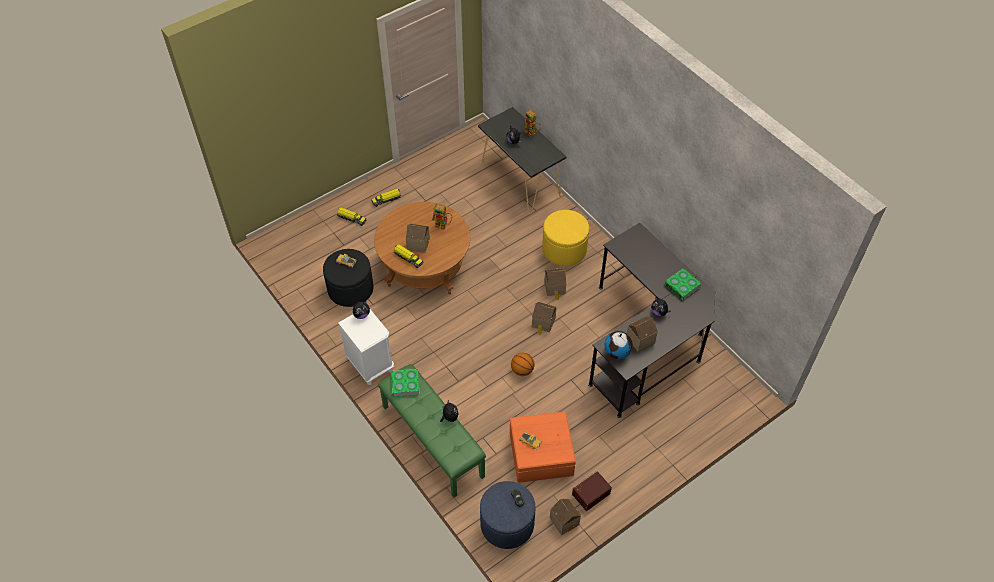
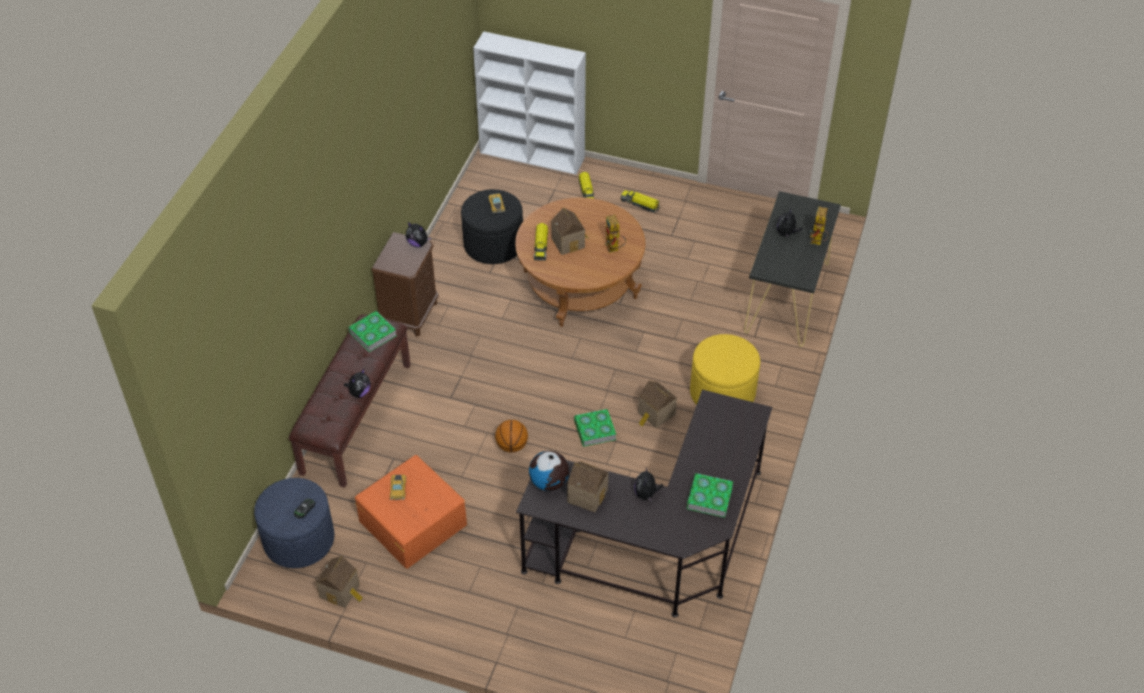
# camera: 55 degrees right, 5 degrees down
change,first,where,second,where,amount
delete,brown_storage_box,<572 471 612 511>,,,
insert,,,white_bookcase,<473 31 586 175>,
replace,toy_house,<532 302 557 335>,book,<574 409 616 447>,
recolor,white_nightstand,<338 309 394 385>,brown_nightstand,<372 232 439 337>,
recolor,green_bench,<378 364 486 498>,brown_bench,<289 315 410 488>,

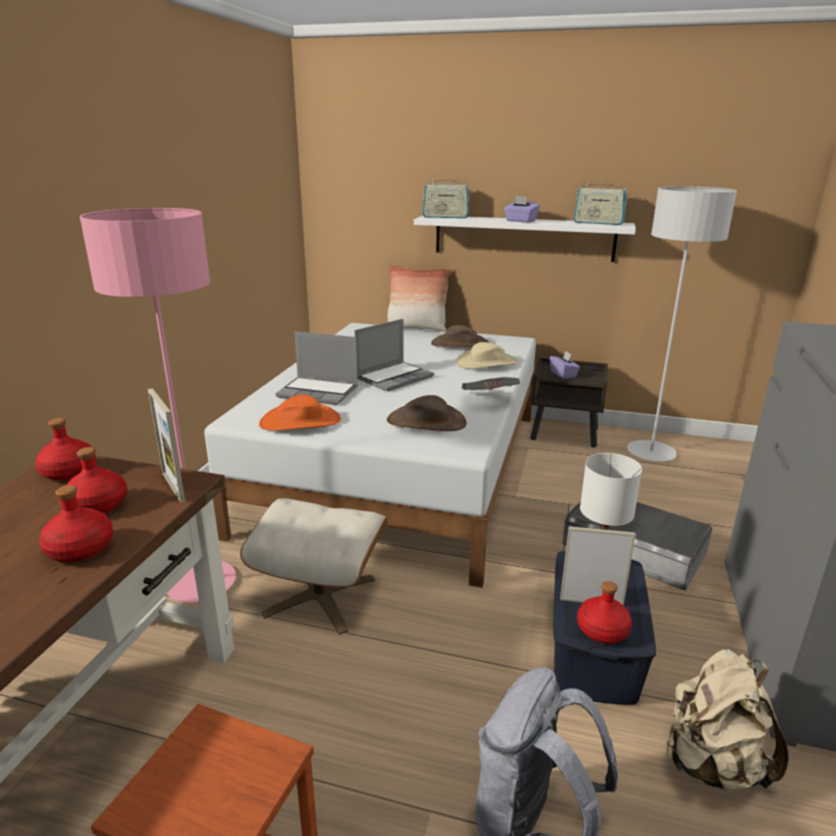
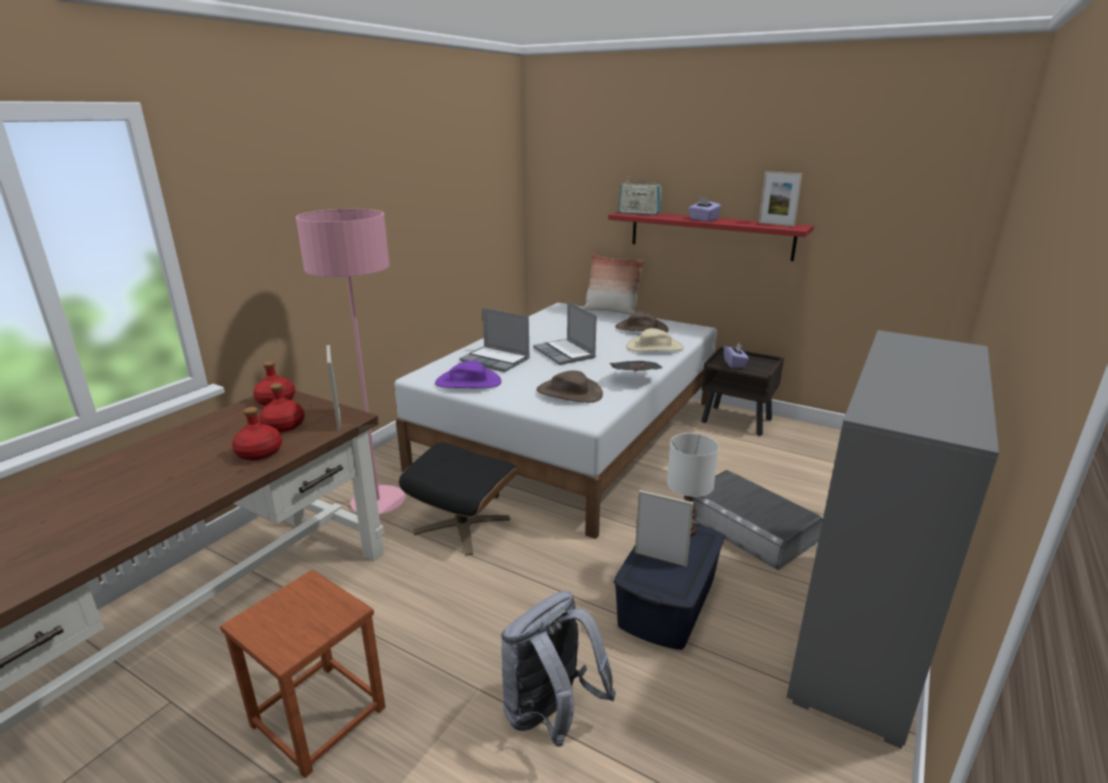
# camera: 15 degrees right, 0 degrees up
change,first,where,second,where,amount
delete,red_bottle,<577 581 632 644>,,,
delete,grey_floor_lamp,<627 186 737 462>,,,
delete,beige_backpack,<665 649 789 793>,,,
replace,radio,<573 179 628 225>,picture_frame,<759 171 803 227>,
recolor,beige_ottoman,<240 498 388 635>,black_ottoman,<398 443 519 556>,
recolor,orange_hat,<259 394 341 431>,purple_hat,<435 360 501 388>,
recolor,white_shelf,<414 216 636 262>,red_shelf,<608 212 814 261>,
rotate,laptop,<354 319 434 392>,,<533 302 597 365>,90 degrees clockwise

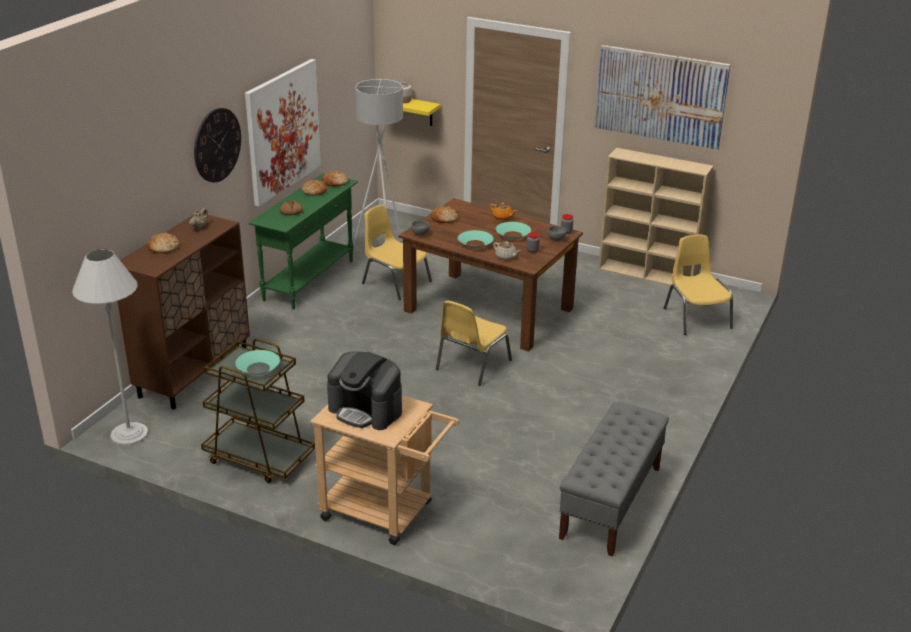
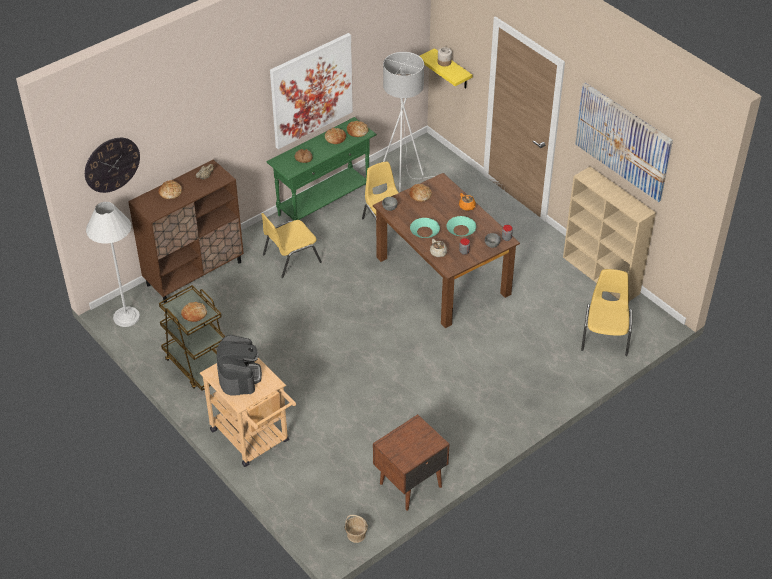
# camera: 25 degrees right, 15 degrees up
change,first,where,second,where,amount
insert,,,basket,<345 515 368 543>,
move,wall_clock,<194 108 241 182>,,<85 138 140 193>,
move,yellow_chair,<436 301 512 386>,,<261 213 322 278>,
replace,turquoise_bowl,<235 350 280 375>,bread,<181 302 207 322>,
replace,grey_bench,<559 402 669 557>,brown_nightstand,<373 414 450 511>,
rotate,coffee_machine,<327 351 402 430>,,<217 335 262 396>,150 degrees counterclockwise

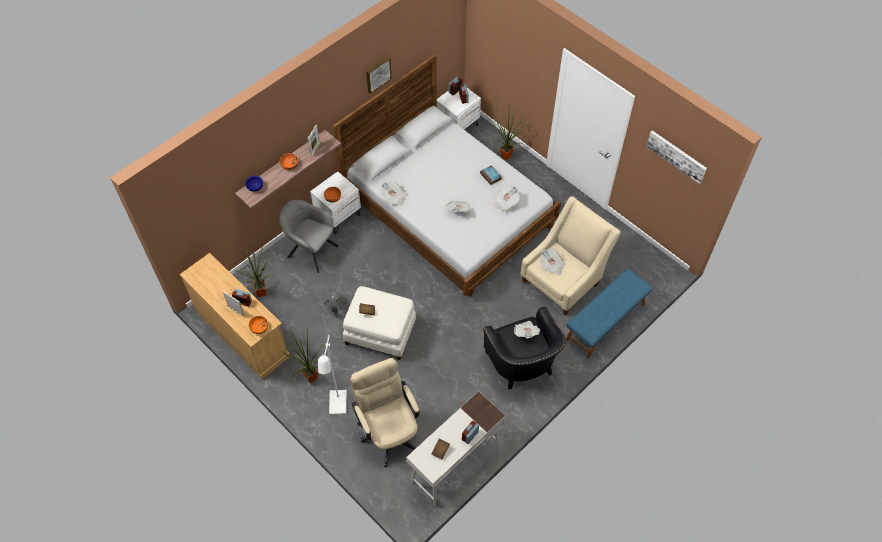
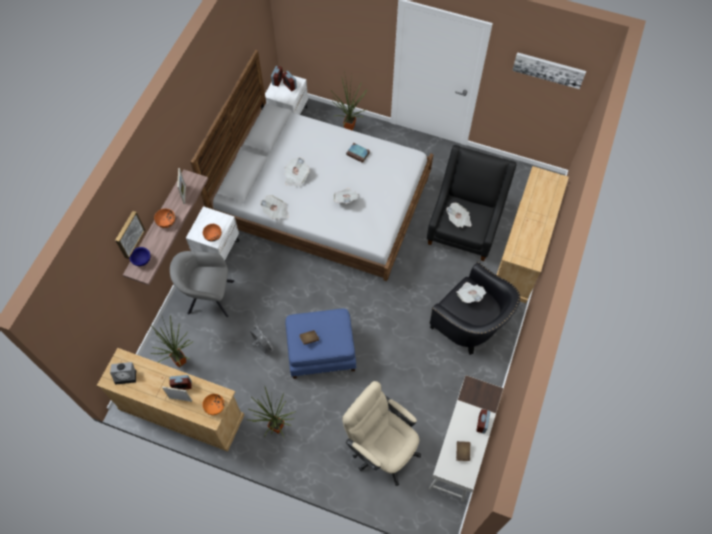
# camera: 25 degrees left, 5 degrees up
change,first,where,second,where,amount
delete,white_floor_lamp,<318 335 347 415>,,,
insert,,,alarm_clock,<110 362 136 385>,
move,picture,<366 57 392 94>,,<115 211 145 259>,
move,newspaper,<493 185 520 212>,,<284 157 310 186>,
replace,blue_bench,<566 268 653 359>,beige_dresser,<497 166 569 303>,
recolor,white_ottoman,<343 286 416 360>,blue_ottoman,<285 308 357 379>,
recolor,beige_armchair,<521 196 621 316>,black_armchair,<427 145 516 261>,

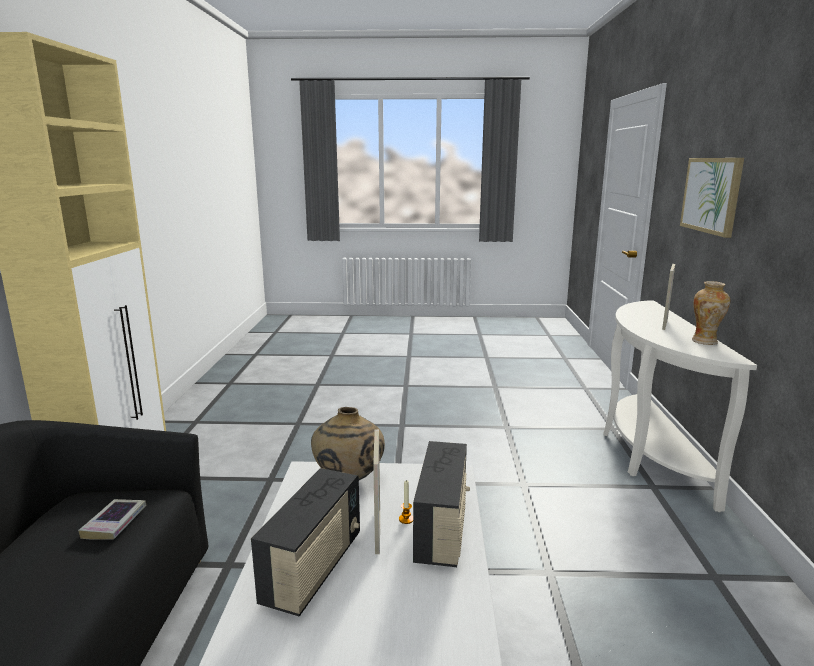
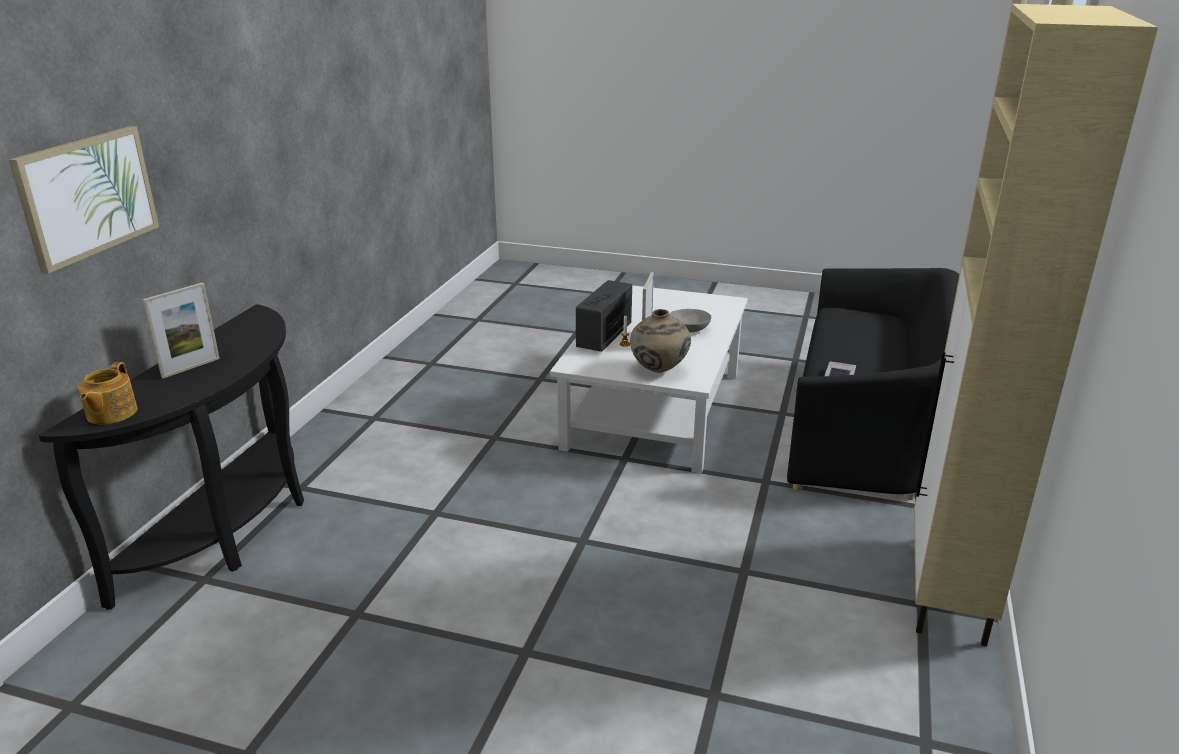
# camera: 165 degrees left, 10 degrees up
change,first,where,second,where,amount
delete,vase,<692 281 730 345>,,,
insert,,,teapot,<78 362 138 424>,
replace,radio,<251 468 360 617>,grey_bowl,<669 309 712 332>,
recolor,white_console_table,<604 300 757 512>,black_console_table,<39 304 304 610>,

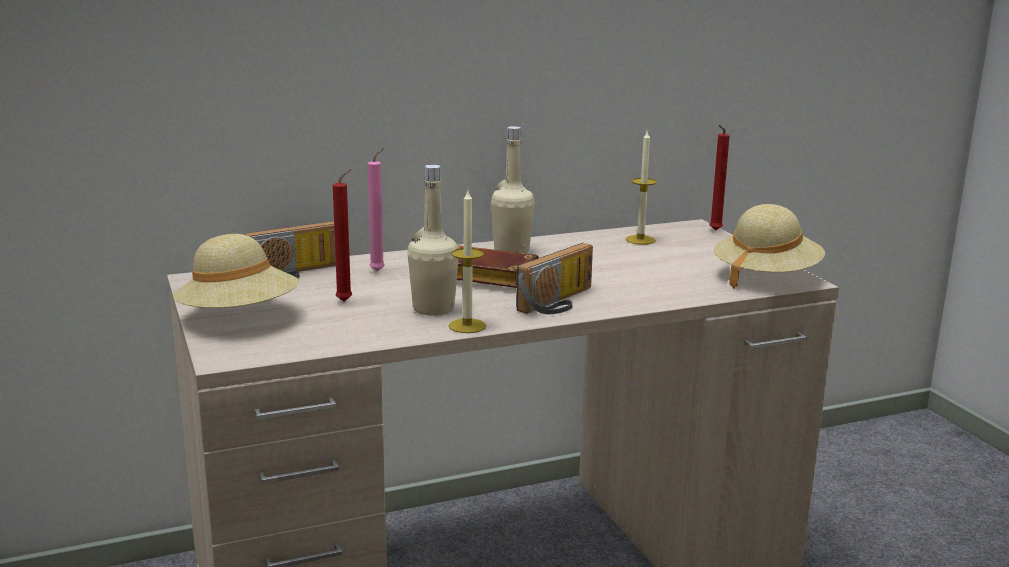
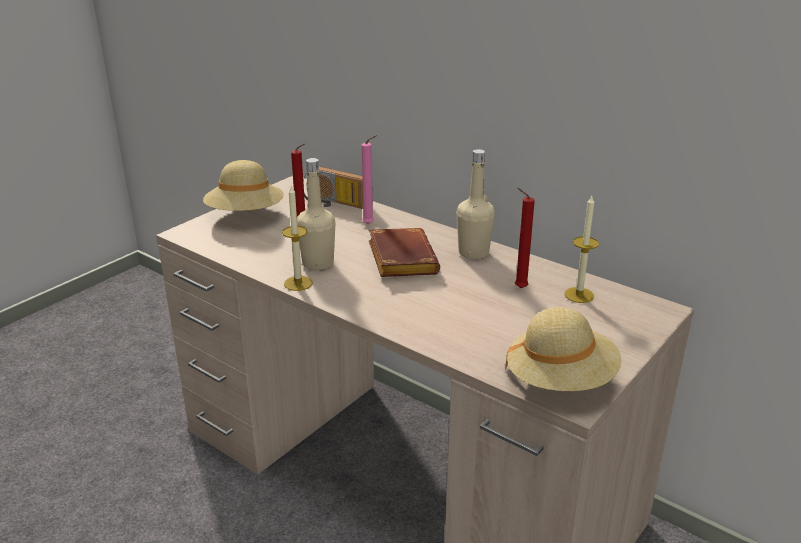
# camera: 60 degrees right, 10 degrees up
change,first,where,second,where,amount
delete,radio,<516 243 593 314>,,,
move,red_candle,<709 125 730 231>,,<515 188 535 288>,

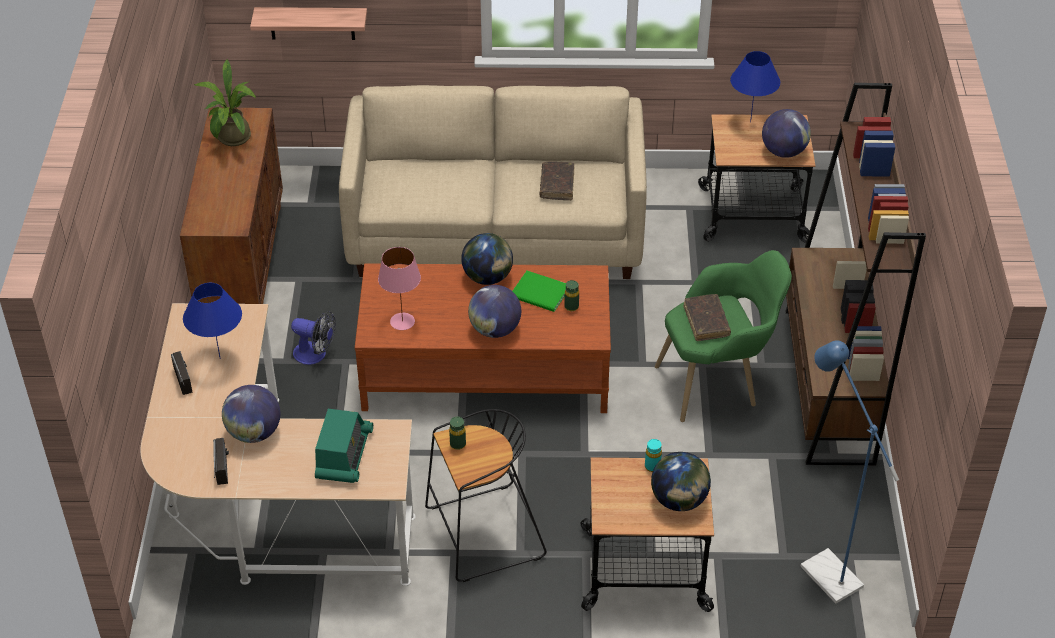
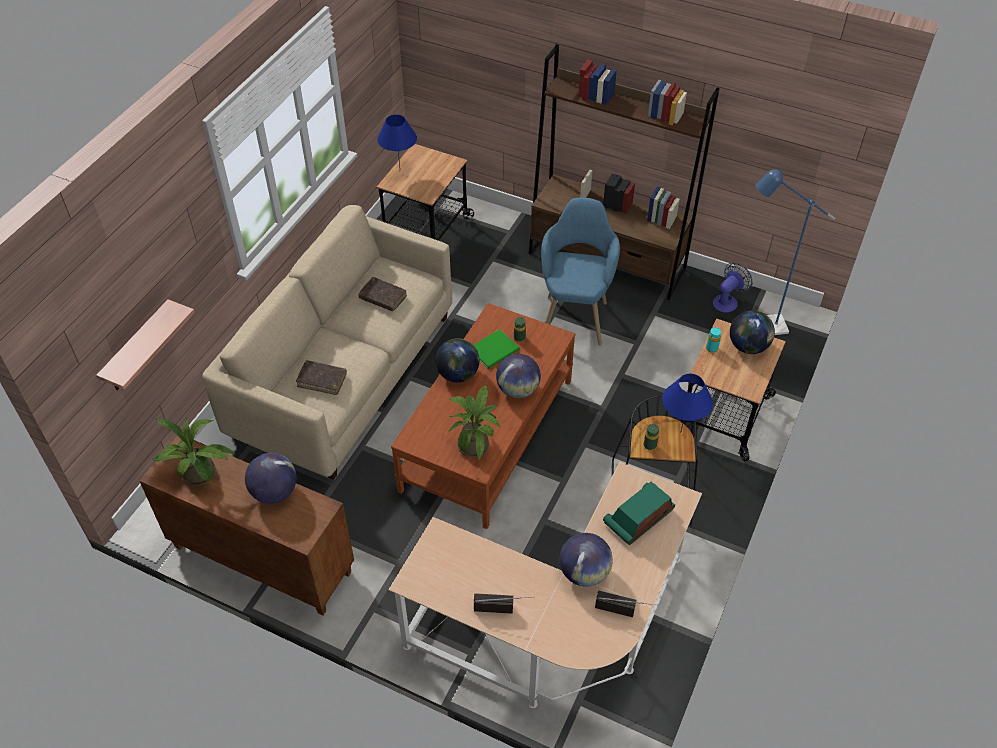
# camera: 65 degrees left, 5 degrees up
change,first,where,second,where,amount
move,blue_table_lamp,<183 283 242 359>,,<662 374 713 433>,
move,fan,<291 311 336 365>,,<713 263 753 313>,
move,brown_book,<684 294 731 341>,,<296 360 347 395>,
move,globe,<762 109 811 158>,,<245 453 296 504>,
replace,pink_table_lamp,<378 247 421 330>,potted_plant,<448 385 501 461>,
recolor,green_armchair,<655 250 792 422>,blue_armchair,<541 197 620 346>,
rotate,radio,<315 409 373 483>,,<603 481 675 545>,75 degrees counterclockwise

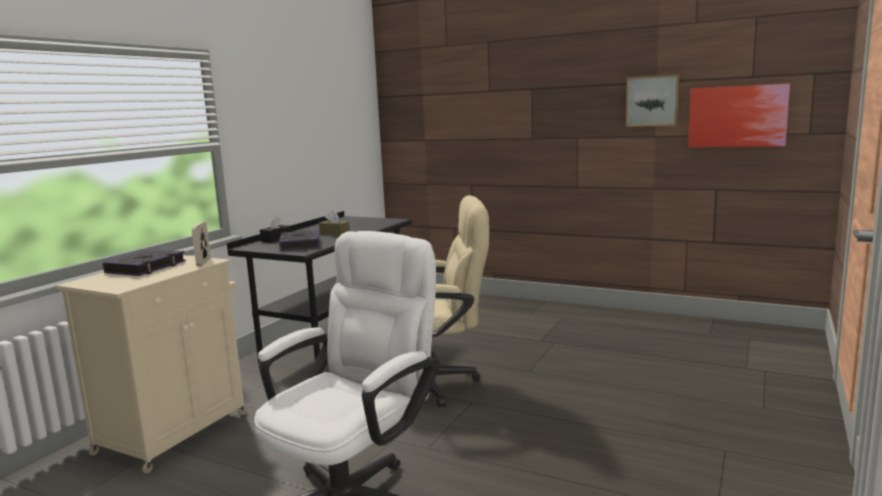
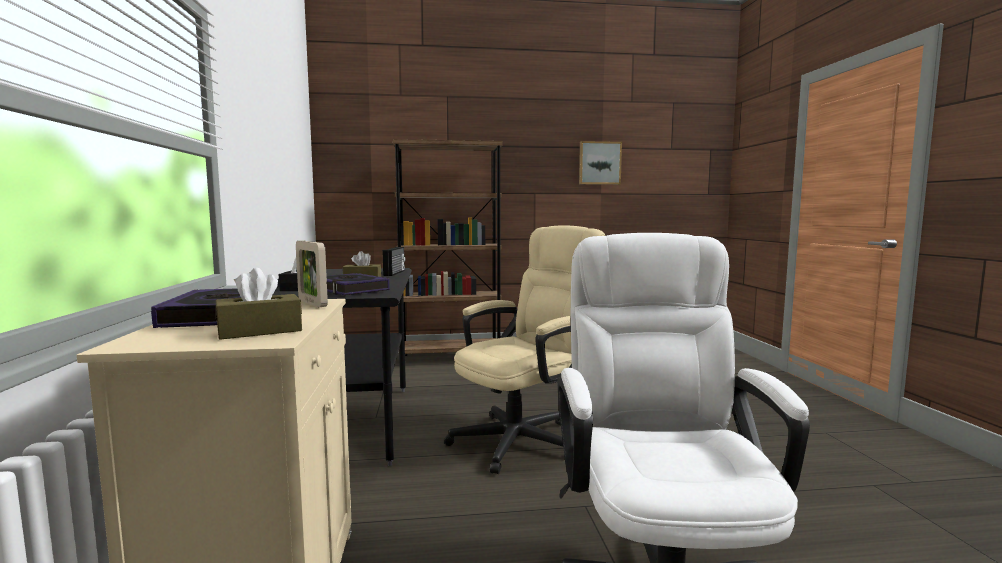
# camera: 35 degrees left, 5 degrees down
change,first,where,second,where,amount
delete,picture,<688 83 790 147>,,,
insert,,,brown_tissue_box,<216 268 302 340>,
insert,,,radio,<383 247 405 276>,
insert,,,brown_bookcase,<393 139 503 356>,

